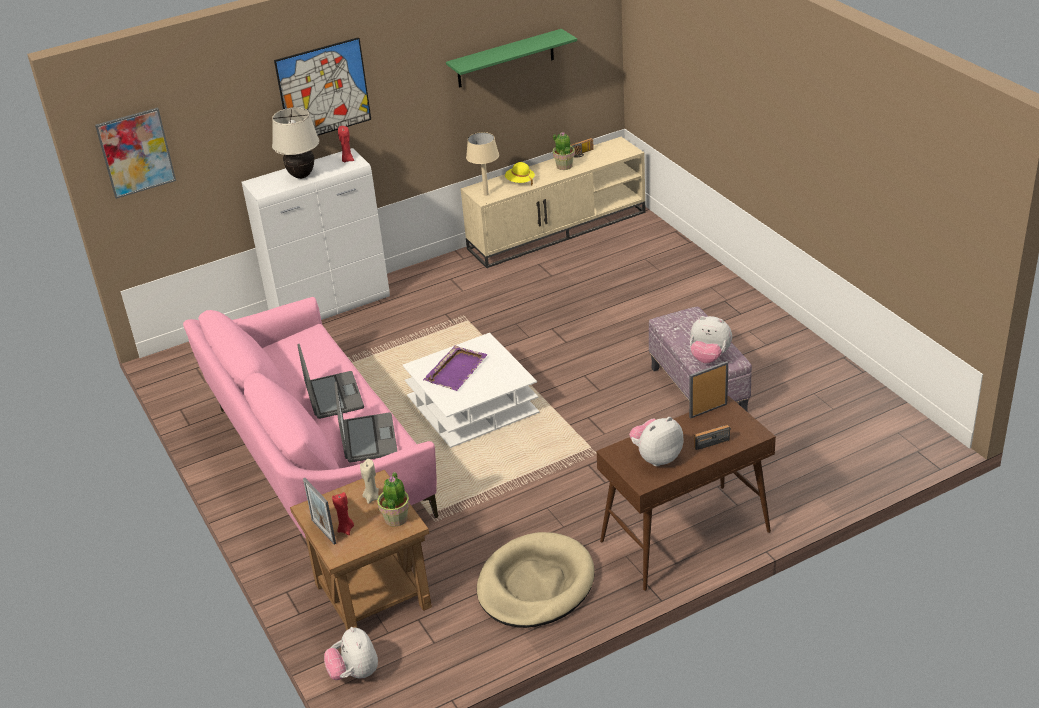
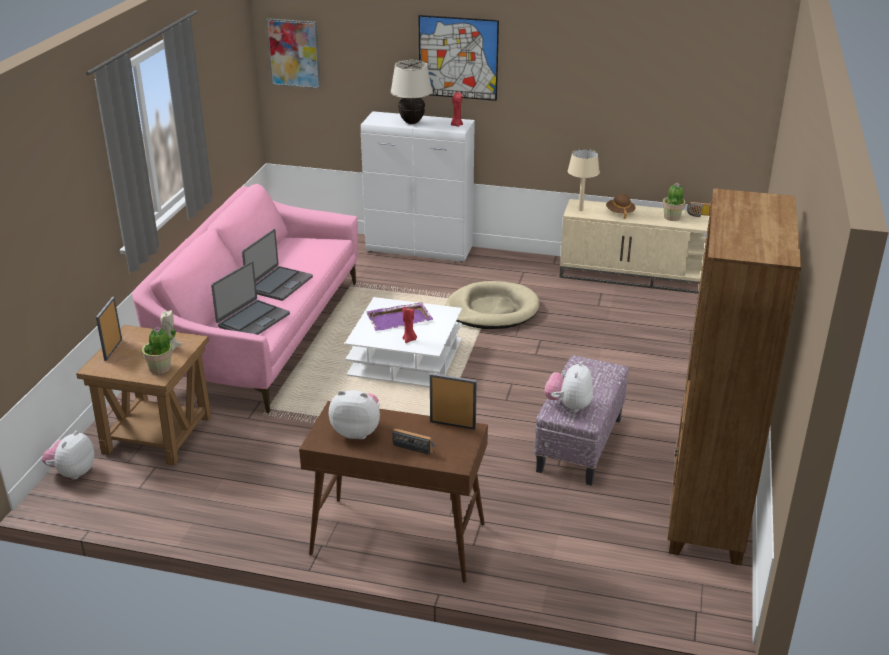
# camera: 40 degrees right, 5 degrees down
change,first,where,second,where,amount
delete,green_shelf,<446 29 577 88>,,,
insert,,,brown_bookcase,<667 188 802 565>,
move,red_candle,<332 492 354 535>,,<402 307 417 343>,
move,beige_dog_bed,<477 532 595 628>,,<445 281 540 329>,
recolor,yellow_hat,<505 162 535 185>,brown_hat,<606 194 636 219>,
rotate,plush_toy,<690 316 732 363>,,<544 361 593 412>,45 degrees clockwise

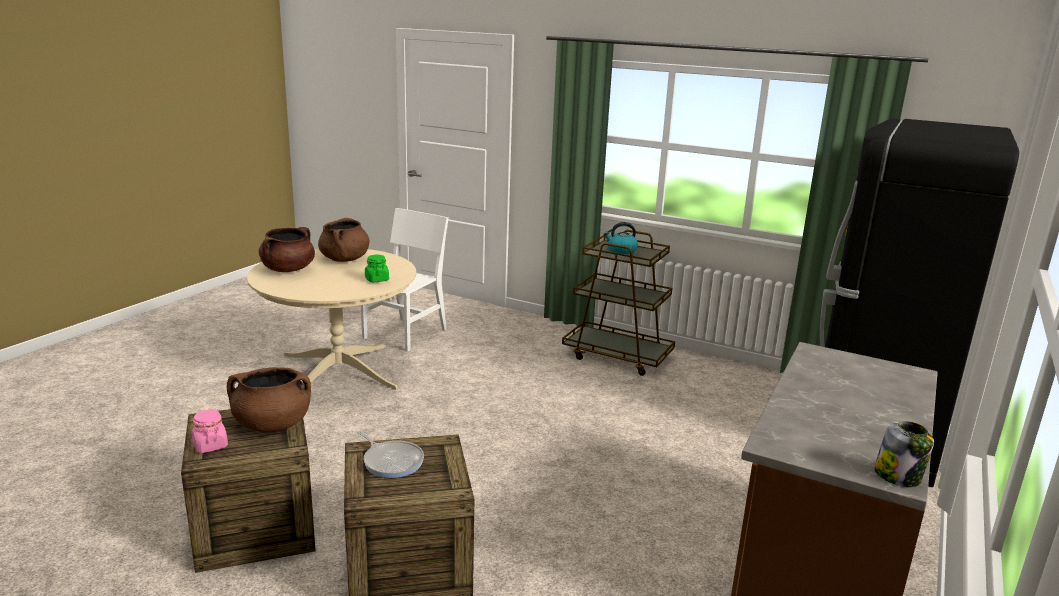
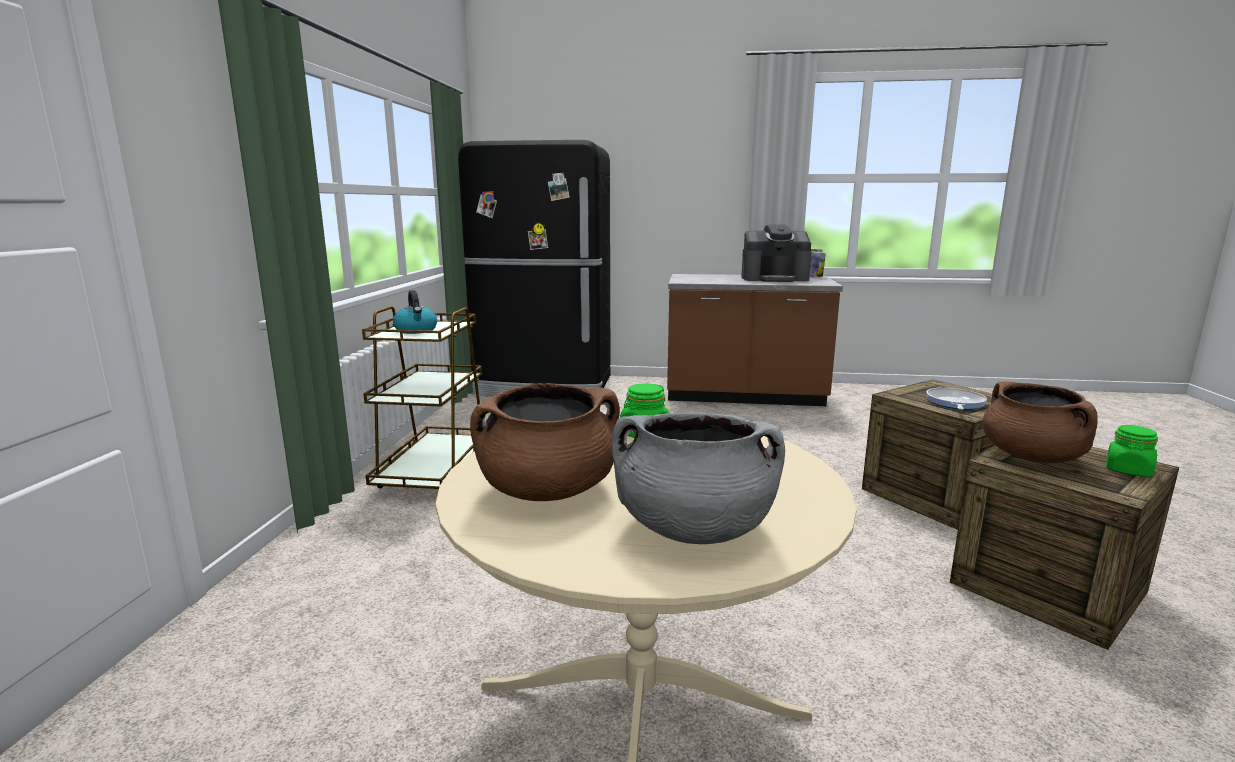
# camera: 110 degrees left, 5 degrees down
change,first,where,second,where,amount
delete,white_chair,<361 208 449 352>,,,
insert,,,coffee_machine,<741 225 811 282>,
recolor,pink_jar,<191 410 228 453>,green_jar,<1106 425 1158 477>,
recolor,brown_cooking_pot,<259 227 315 272>,grey_cooking_pot,<612 412 785 544>,

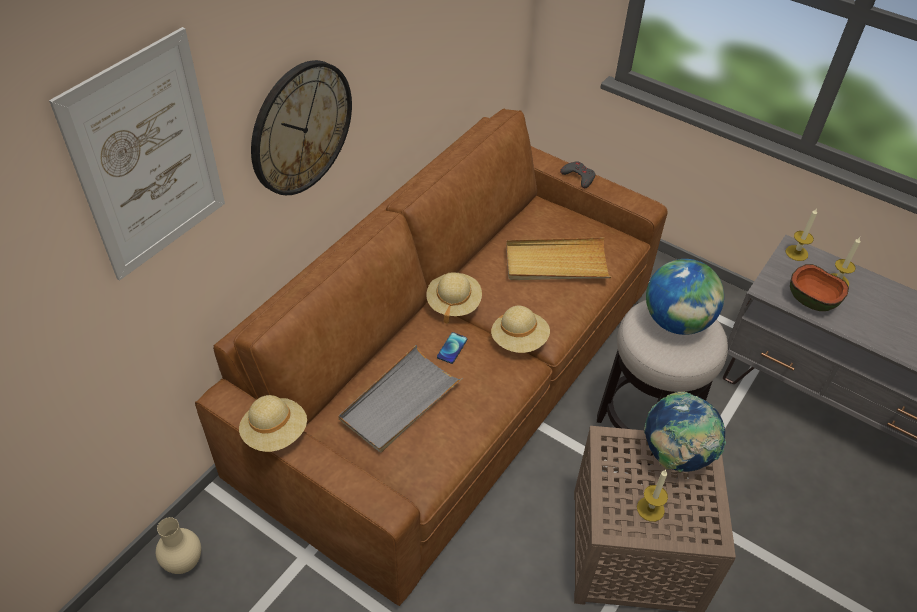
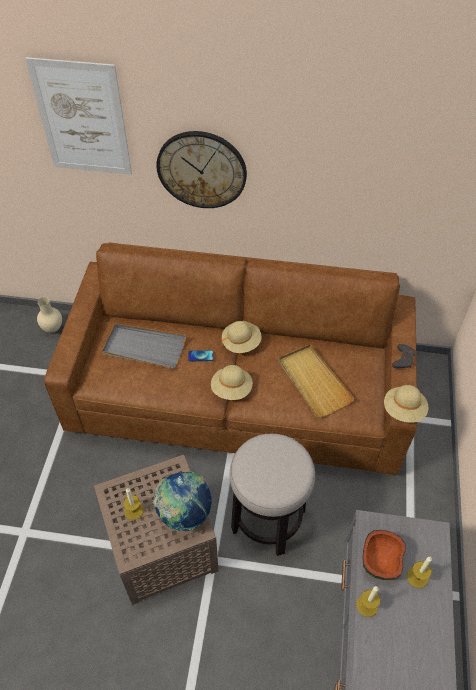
# camera: 65 degrees right, 5 degrees up
change,first,where,second,where,amount
delete,globe,<646 259 724 335>,,,
move,beige_hat,<239 395 307 452>,,<384 385 429 423>,
move,candle,<785 208 817 261>,,<356 586 380 617>,

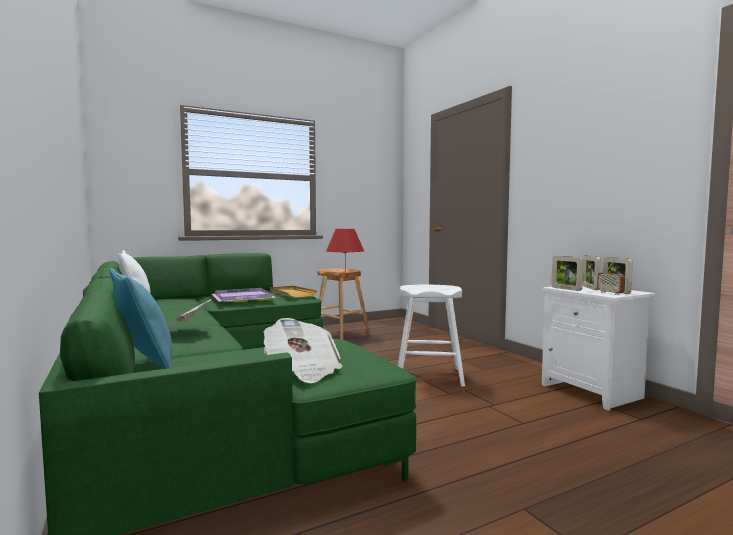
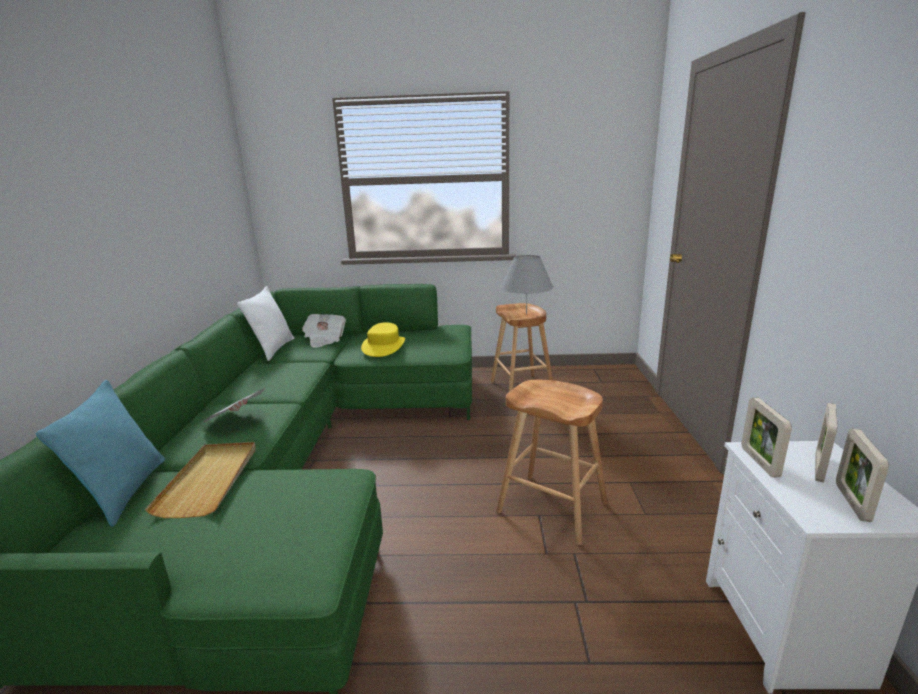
# camera: 30 degrees right, 15 degrees up
change,first,where,second,where,amount
delete,radio,<597 259 625 295>,,,
move,newspaper,<264 318 343 383>,,<302 314 346 348>,
move,beige_tray,<270 286 317 298>,,<145 442 256 518>,
replace,purple_tray,<212 288 276 302>,yellow_hat,<361 322 405 357>,
recolor,red_table_lamp,<326 229 364 272>,grey_table_lamp,<501 255 553 315>,
recolor,white_stool,<398 285 465 387>,brown_stool,<496 380 608 545>,

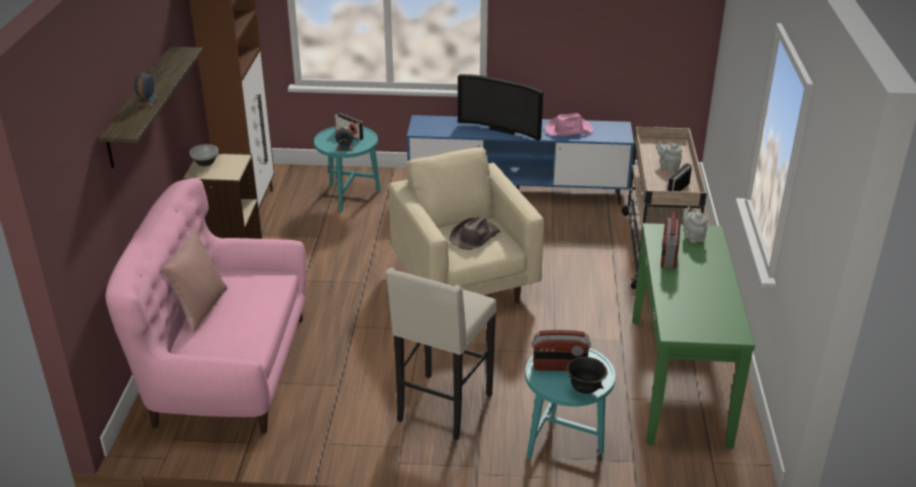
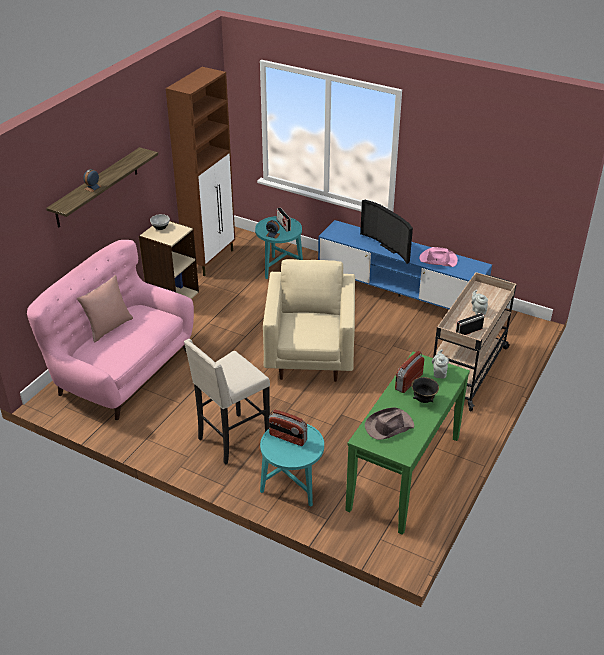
# camera: 25 degrees right, 5 degrees up
change,first,where,second,where,amount
move,brown_hat,<449 216 501 250>,,<365 408 414 440>,
move,black_bowl,<567 357 608 394>,,<411 377 439 403>,

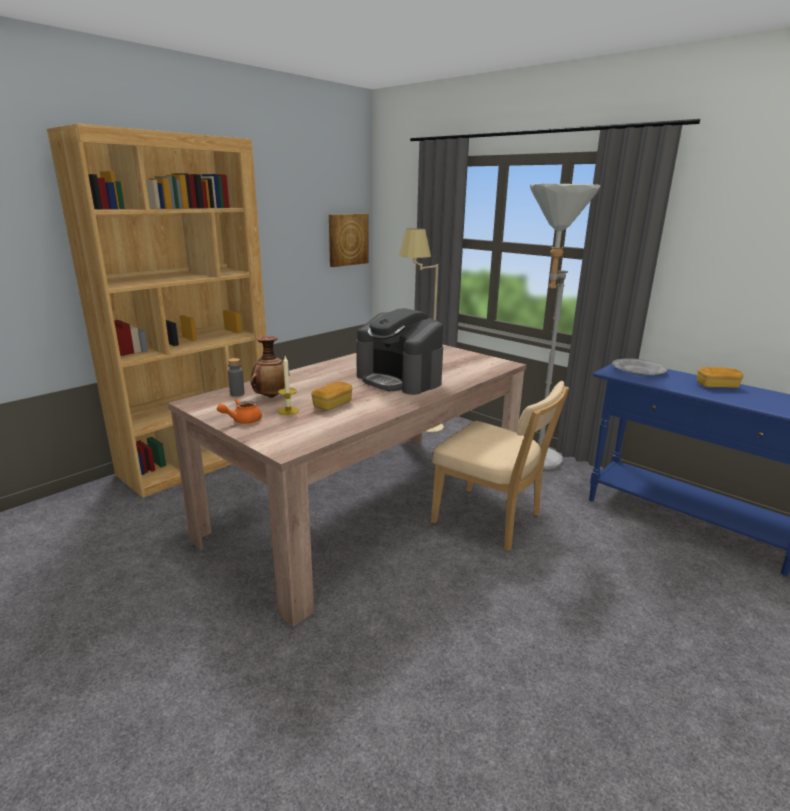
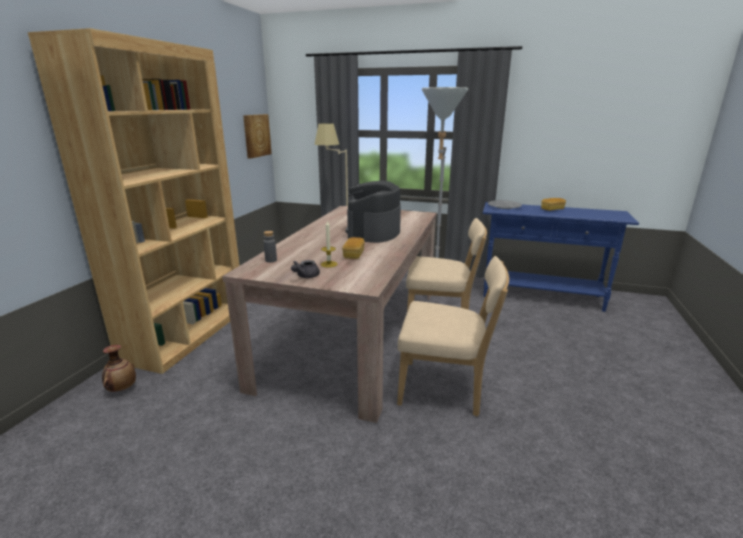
# camera: 25 degrees left, 0 degrees up
change,first,where,second,where,amount
insert,,,beige_chair,<397 256 509 417>,
move,vase,<251 336 285 398>,,<102 345 136 392>,
recolor,orange_teapot,<217 399 262 424>,grey_teapot,<291 260 320 278>,
rotate,coffee_machine,<356 308 443 395>,,<345 181 401 243>,90 degrees clockwise

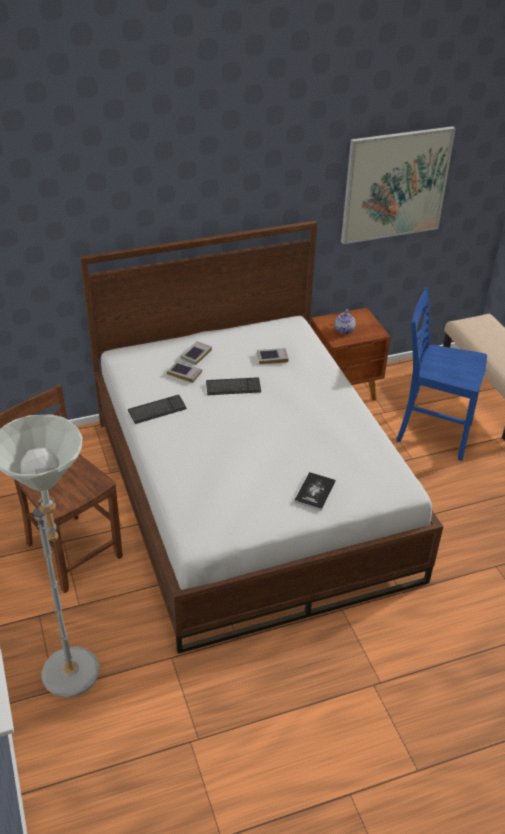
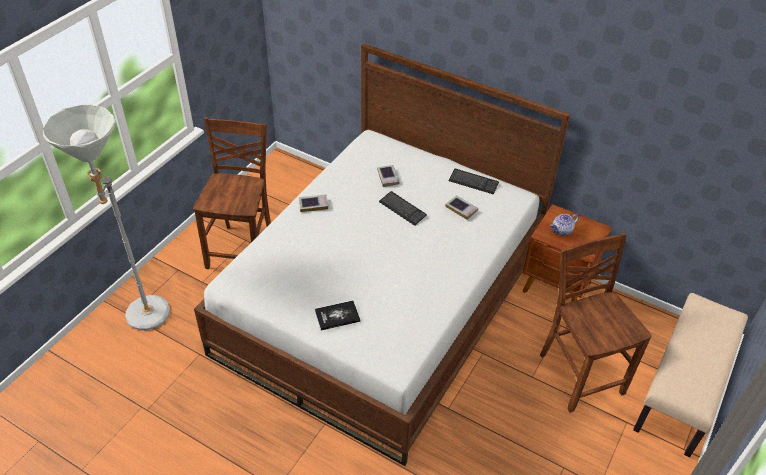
# camera: 50 degrees right, 5 degrees up
change,first,where,second,where,amount
delete,picture,<341 126 456 244>,,,
move,keyboard,<128 395 187 424>,,<449 169 499 194>,
move,book,<181 341 212 365>,,<299 195 328 212>,
recolor,blue_chair,<396 287 487 461>,brown_chair,<540 233 652 413>,

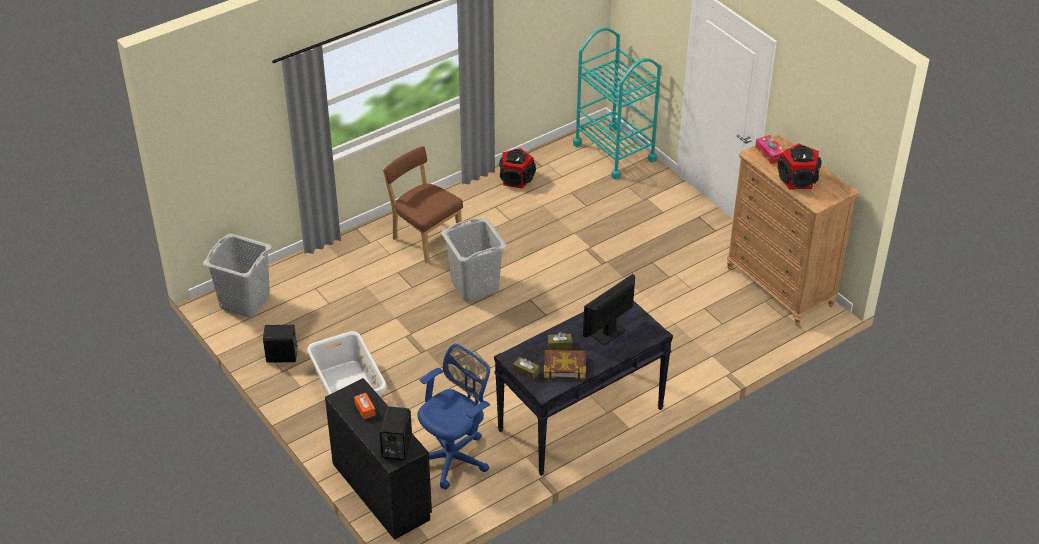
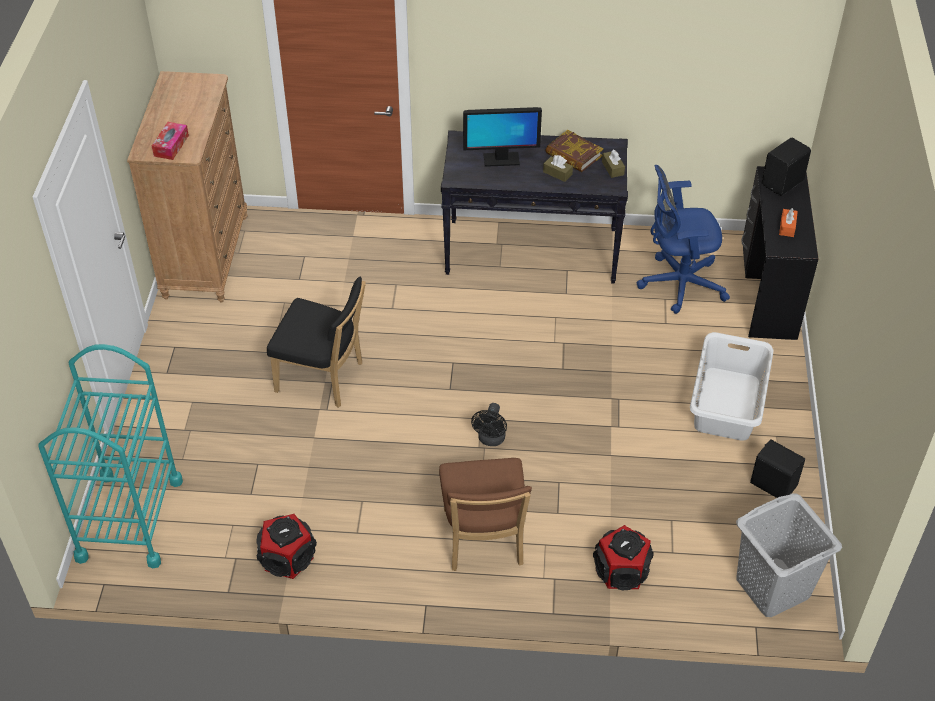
# camera: 140 degrees left, 5 degrees up
change,first,where,second,where,amount
insert,,,black_chair,<267 277 366 408>,
move,speaker,<778 143 822 189>,,<593 525 654 590>,
replace,grey_laundry_basket,<441 218 507 302>,black_fan,<471 403 507 446>,

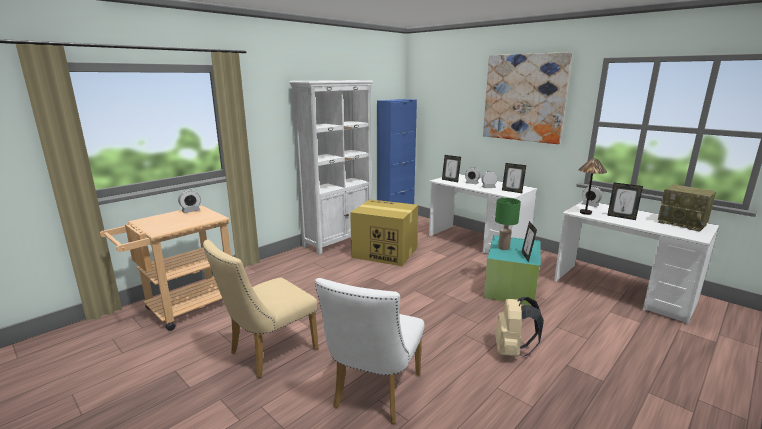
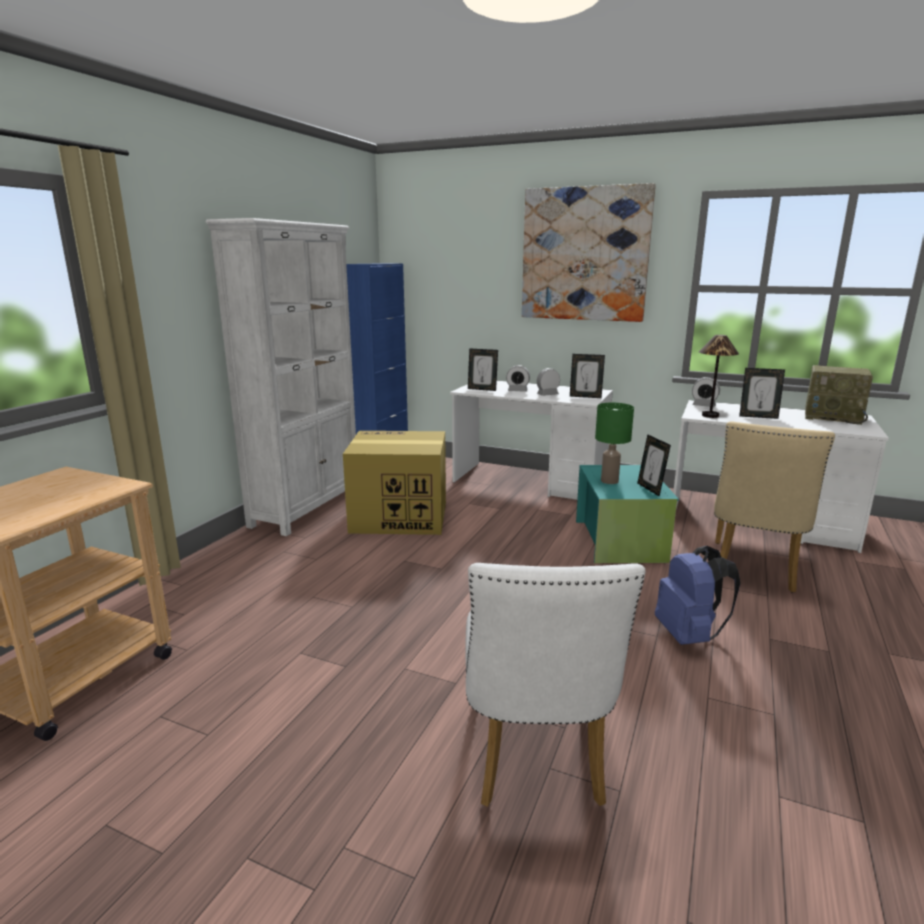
# camera: 20 degrees left, 0 degrees up
change,first,where,second,where,amount
delete,alarm_clock,<178 190 201 213>,,,
move,beige_chair,<203 240 318 378>,,<714 422 835 593>,
recolor,beige_backpack,<495 297 544 357>,blue_backpack,<655 546 740 645>,

